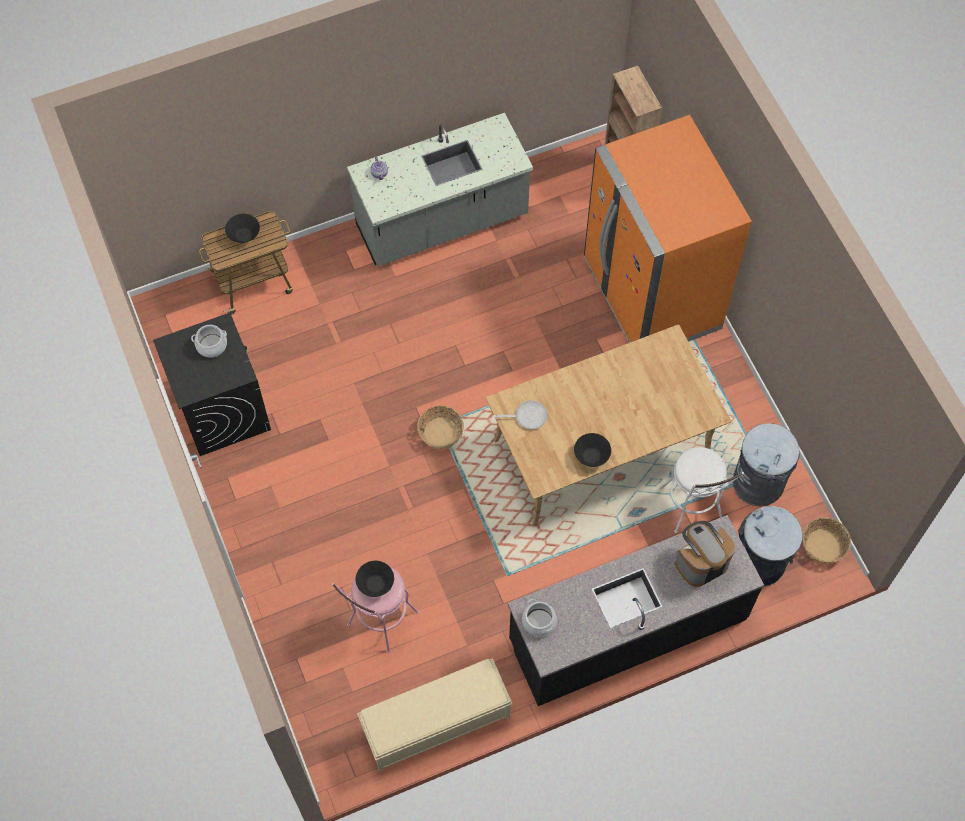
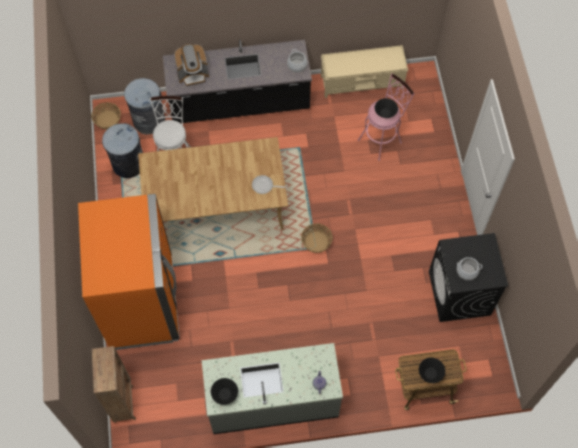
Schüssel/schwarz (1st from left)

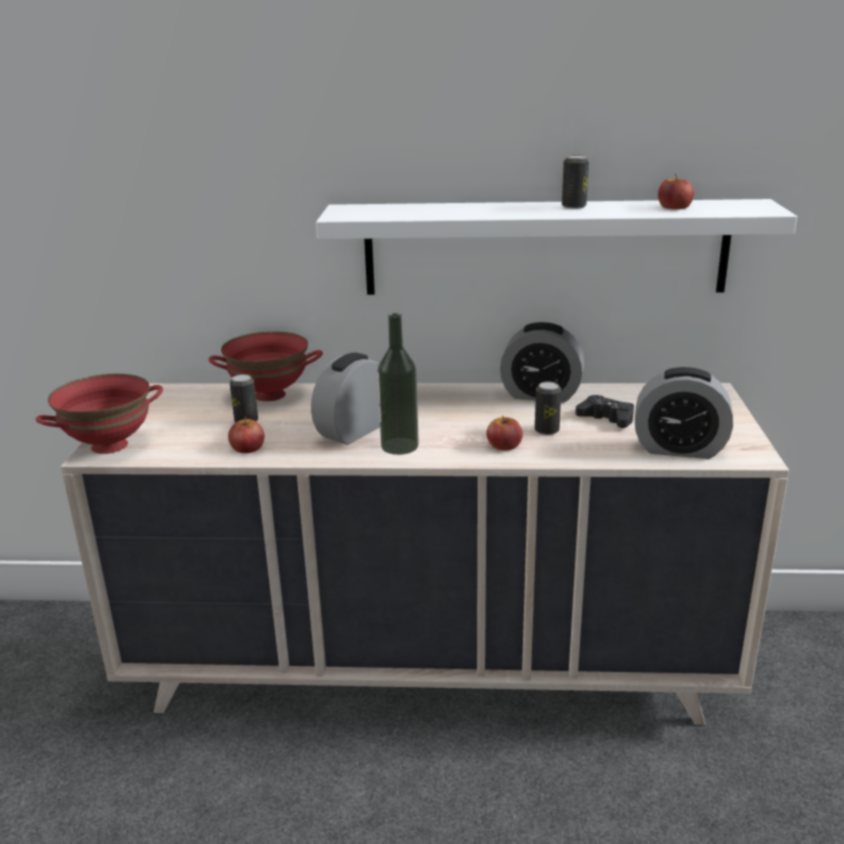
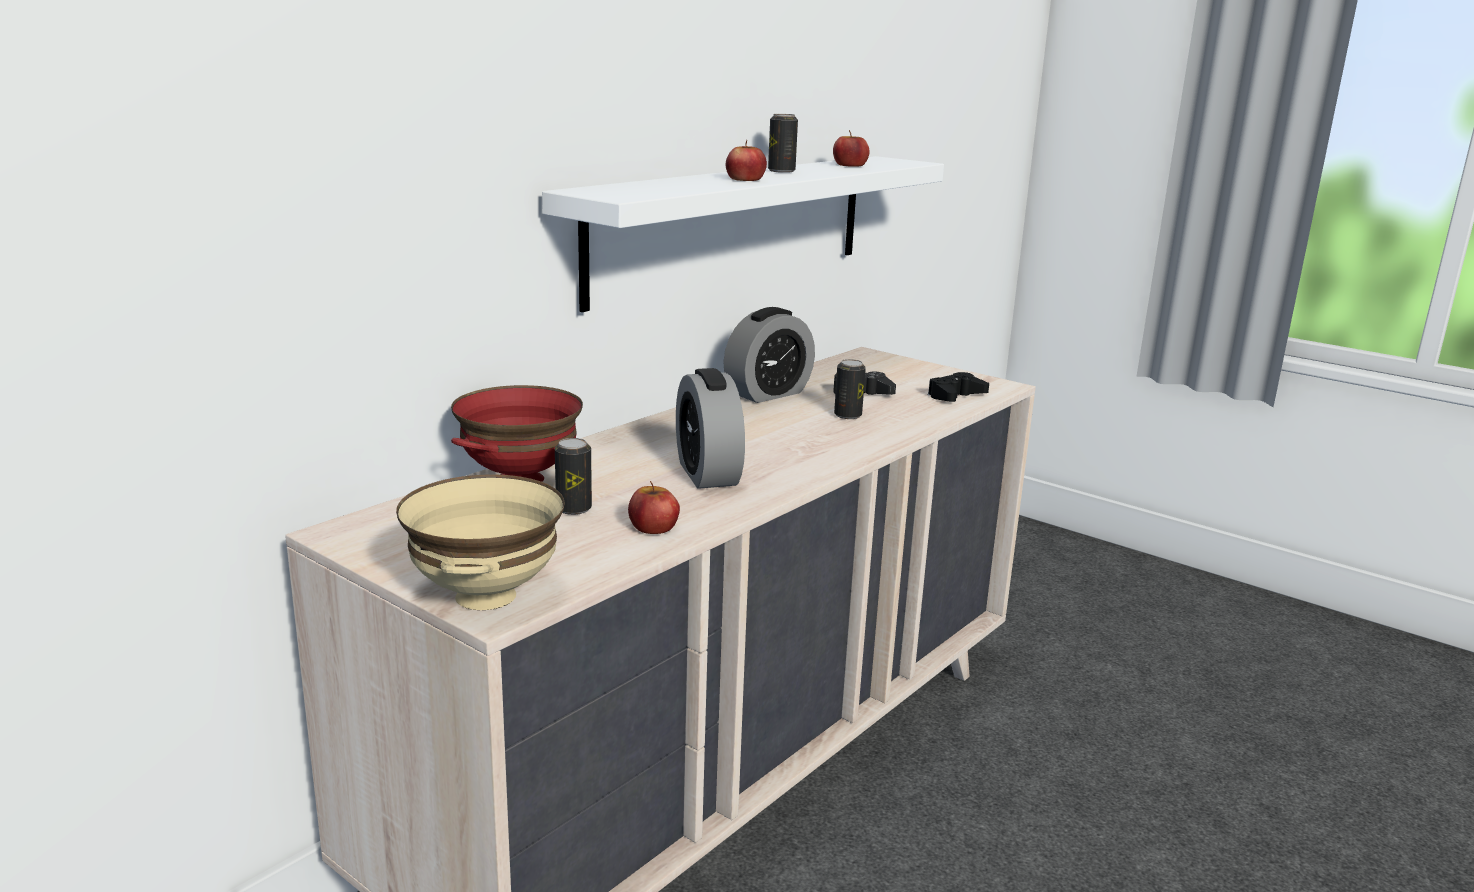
Flasche; Apfel (2nd from left); Gamepad/schwarz (2nd from left); Schüssel/beige

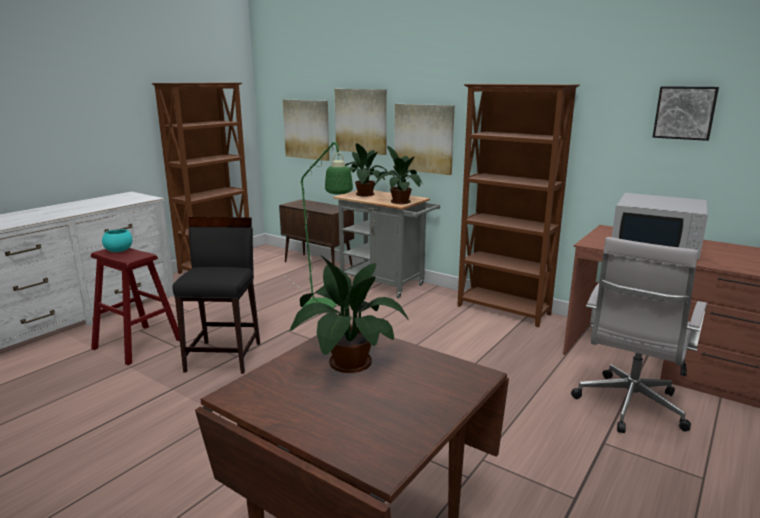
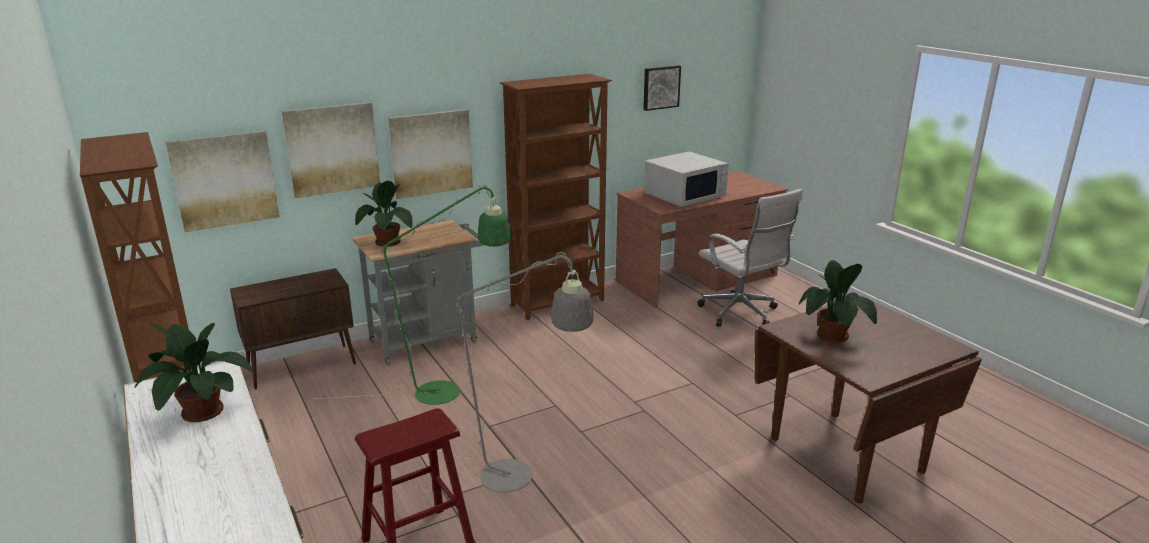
Schüssel/türkis; Topfpflanze (1st from left); Stehlampe/grau

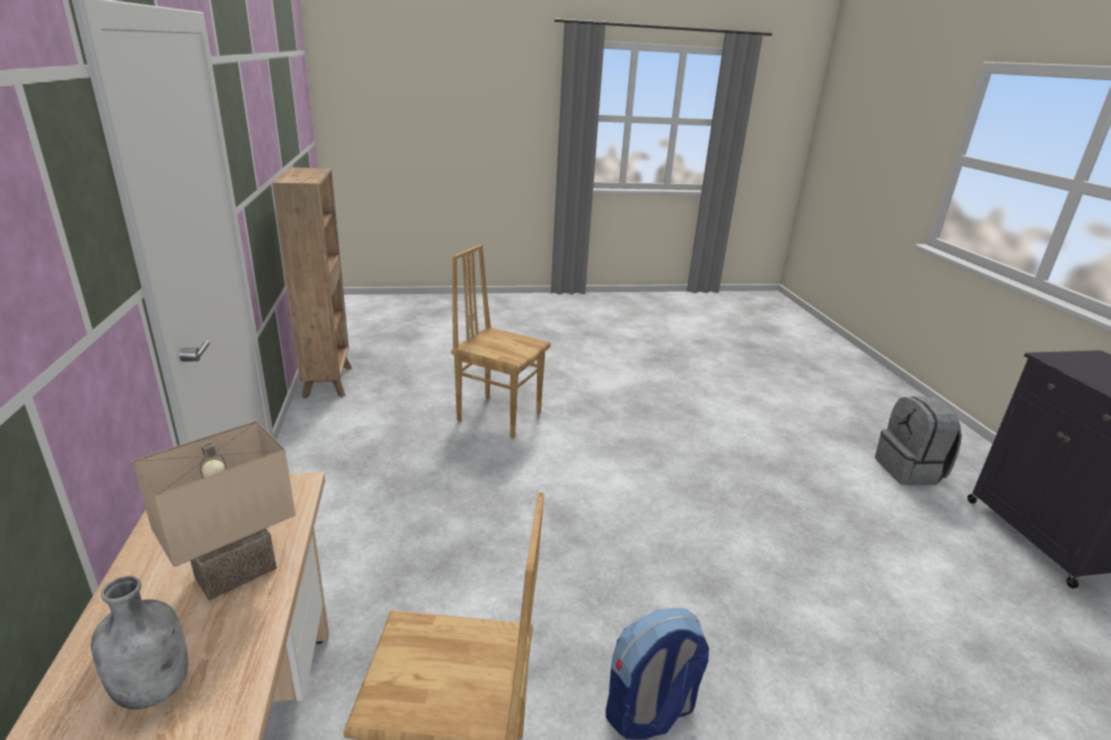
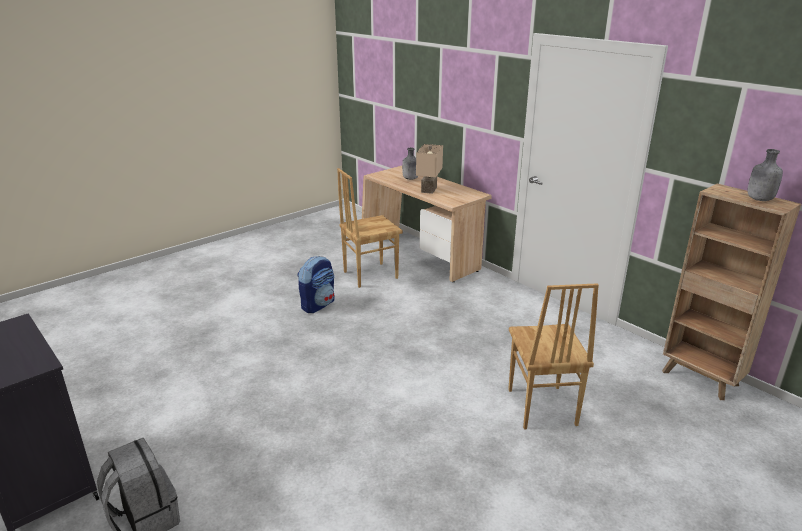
Flasche/grau (2nd from left); Stuhl/braun (2nd from left)

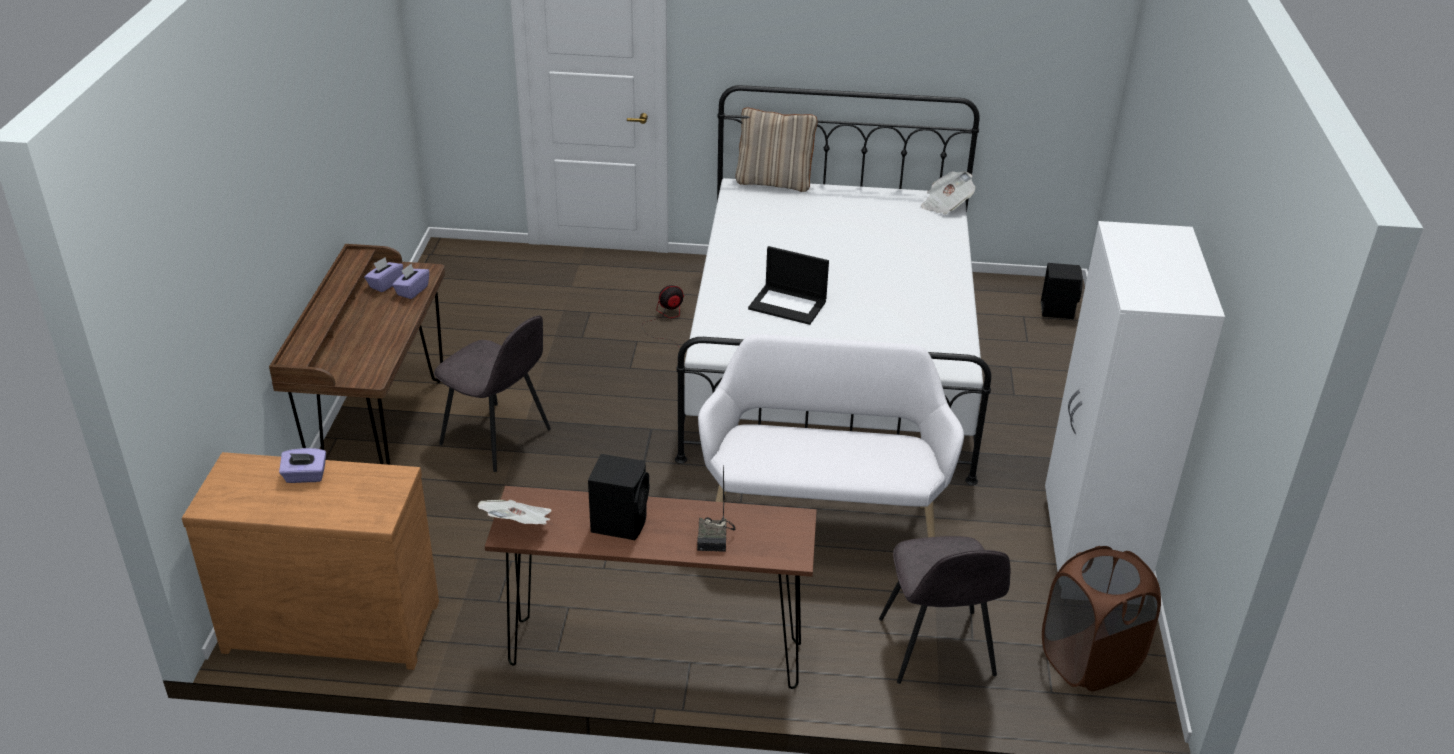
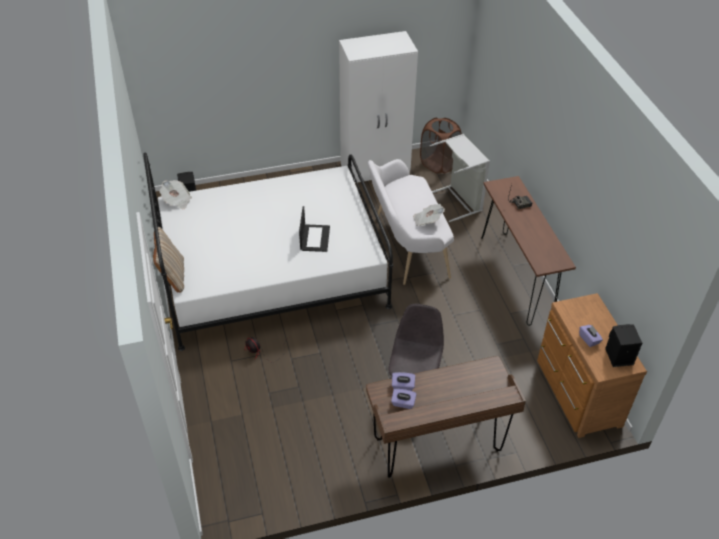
Zeitung (2nd from left); Lautsprecher/schwarz (2nd from left); Wäschekorb/grau

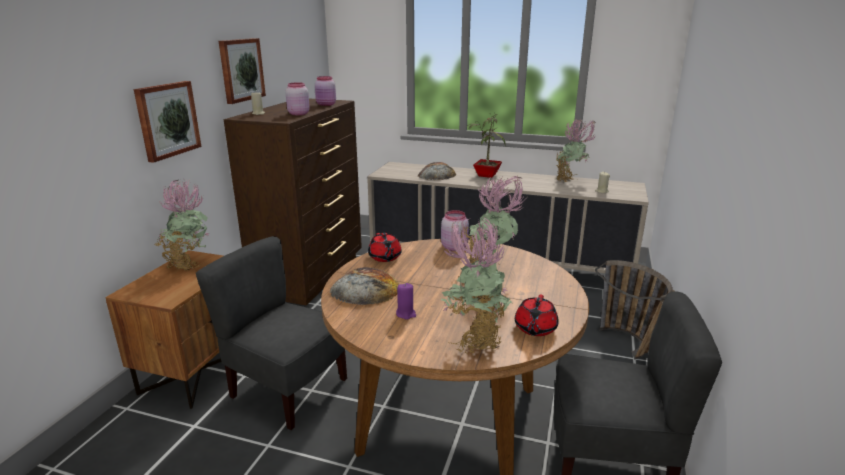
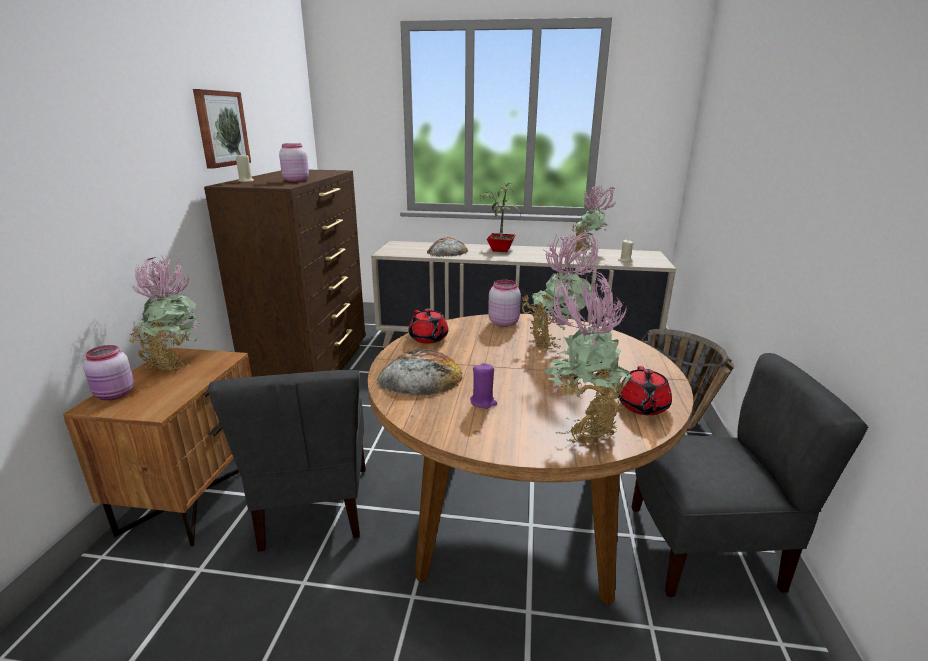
Bild (1st from left in the first image); Vorratsglas/rosa (1st from left); Stuhl/grau (1st from left)

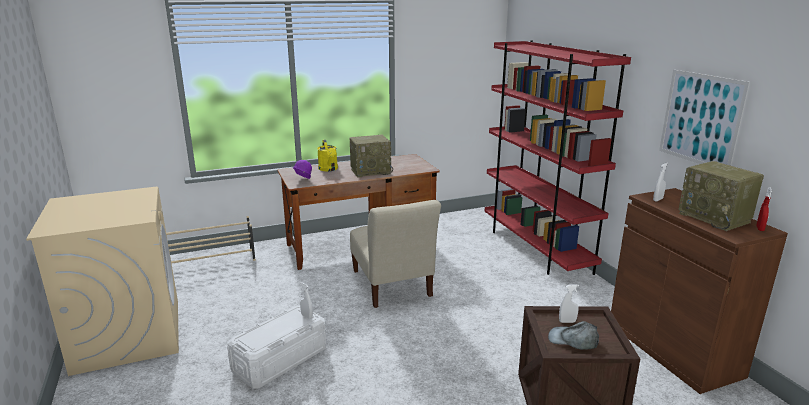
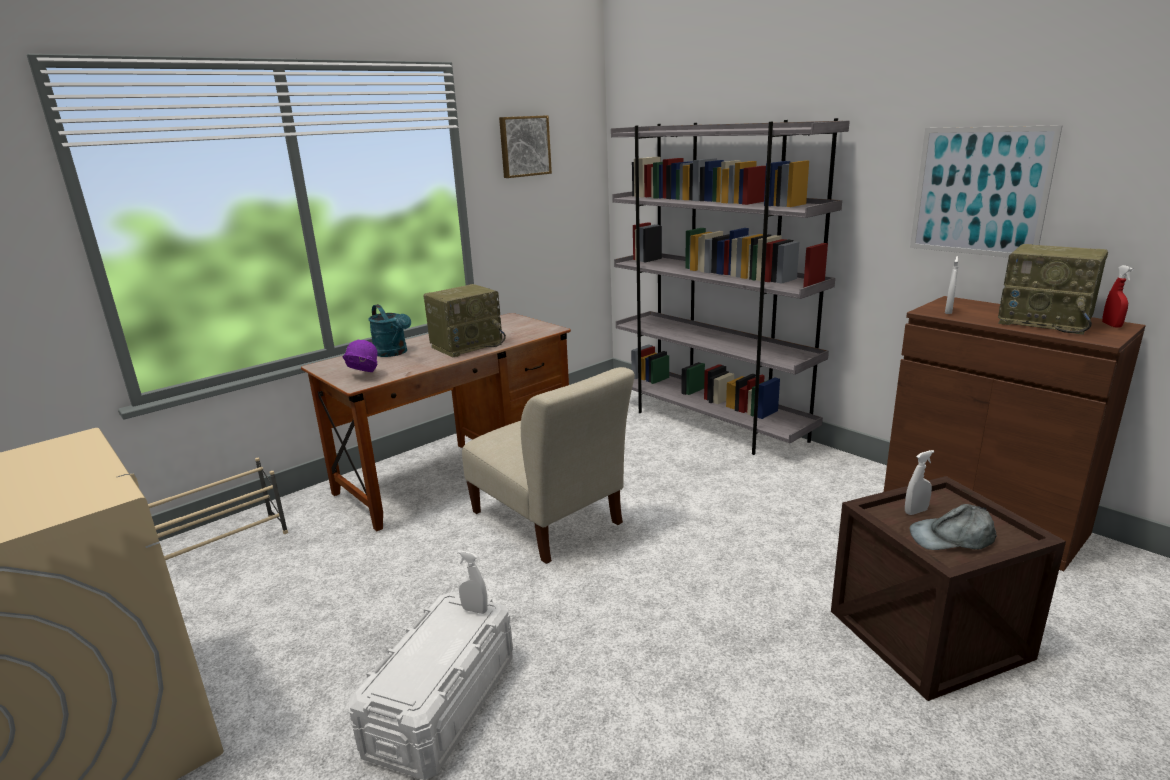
Bild (1st from left); Gießkanne/türkis; Bücherregal/grau

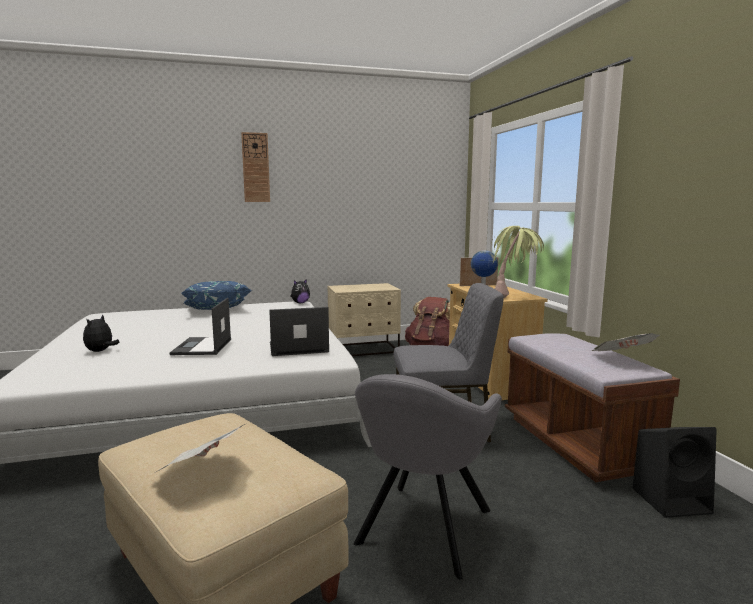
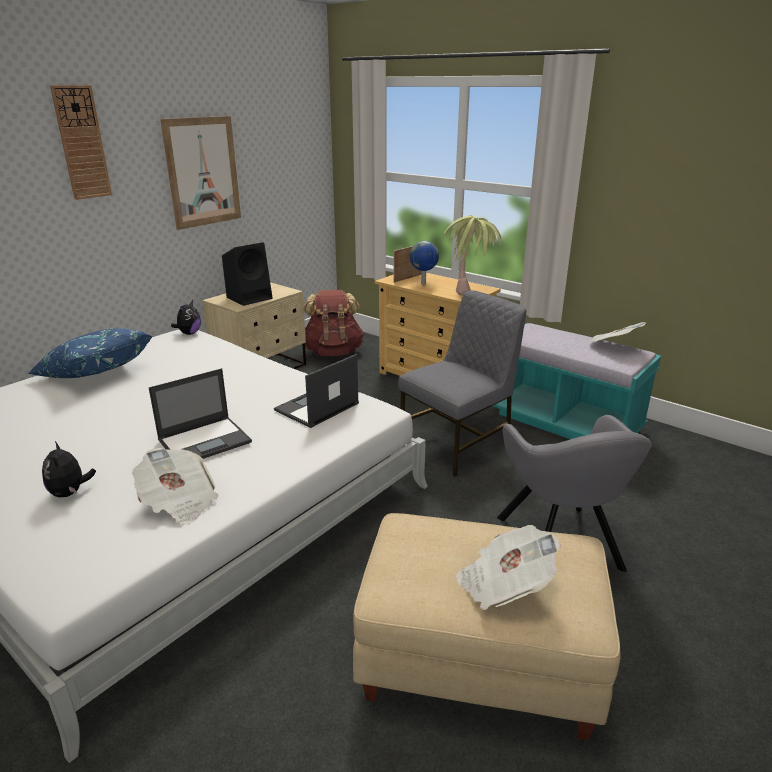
Zeitung (1st from left); Bild; Lautsprecher/schwarz; Bank/türkis; Laptop (1st from left)

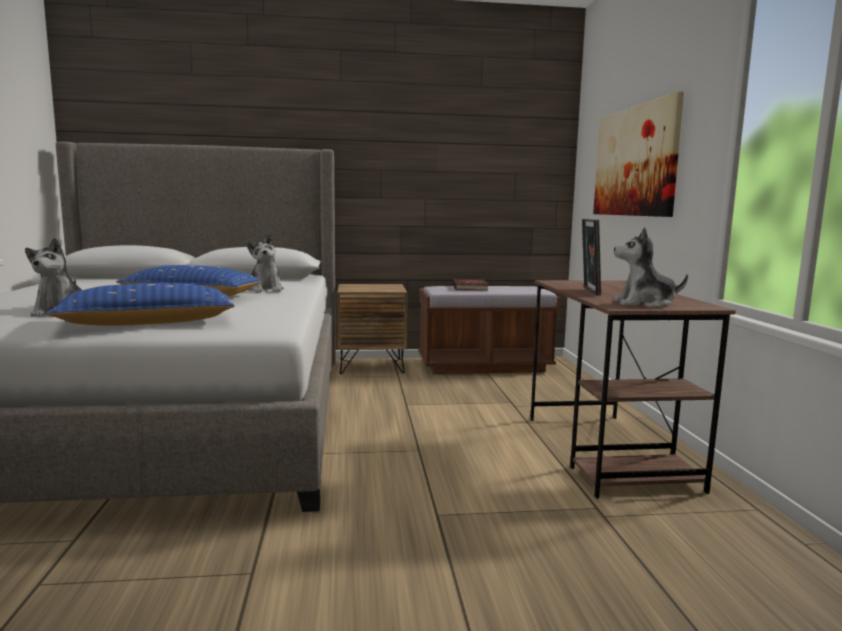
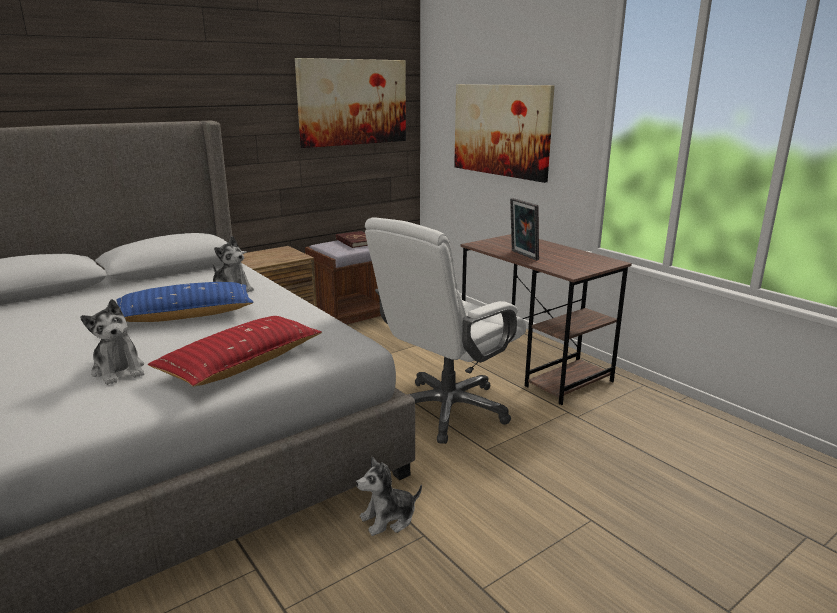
Bild (1st from left); Bürostuhl/weiß; Plüschtier (3rd from left); Kissen/rot

